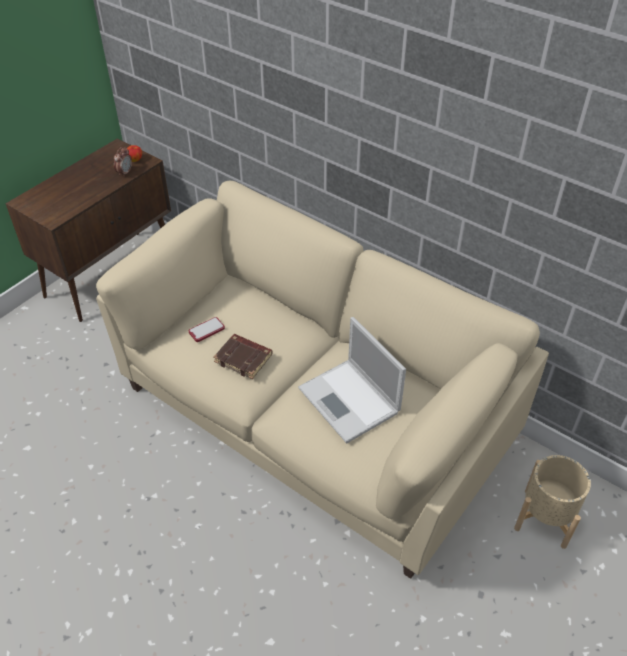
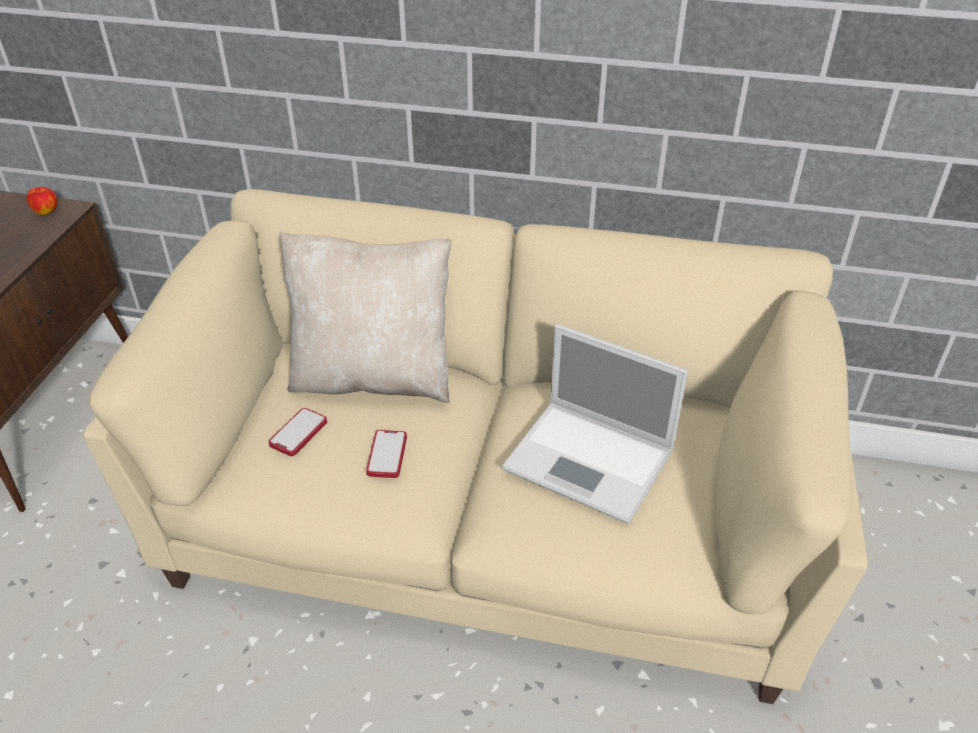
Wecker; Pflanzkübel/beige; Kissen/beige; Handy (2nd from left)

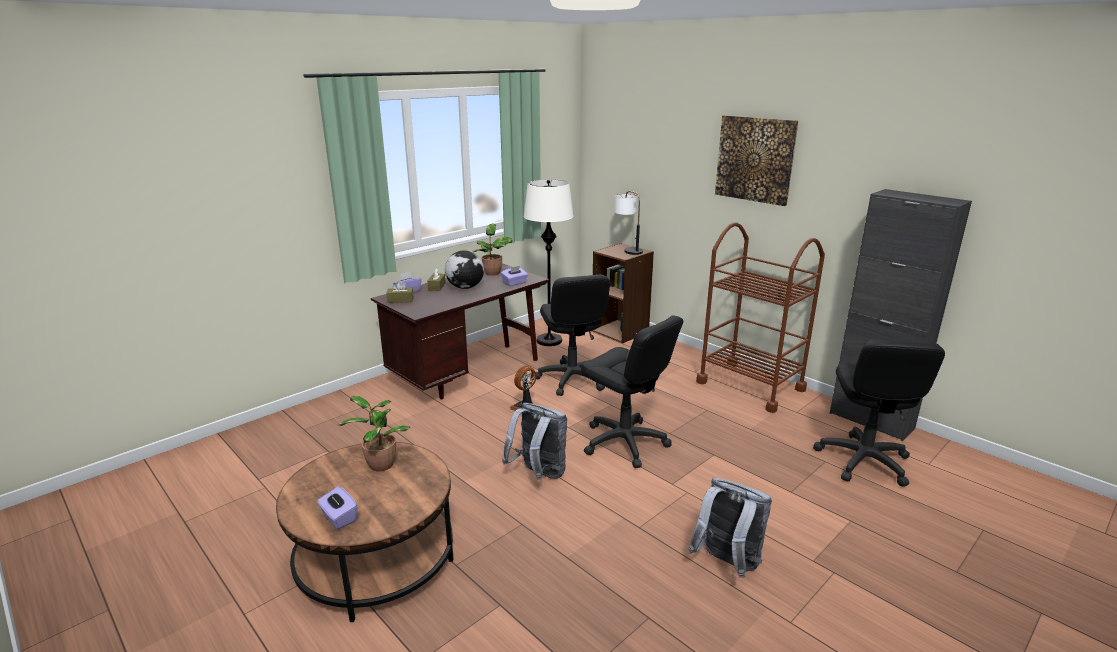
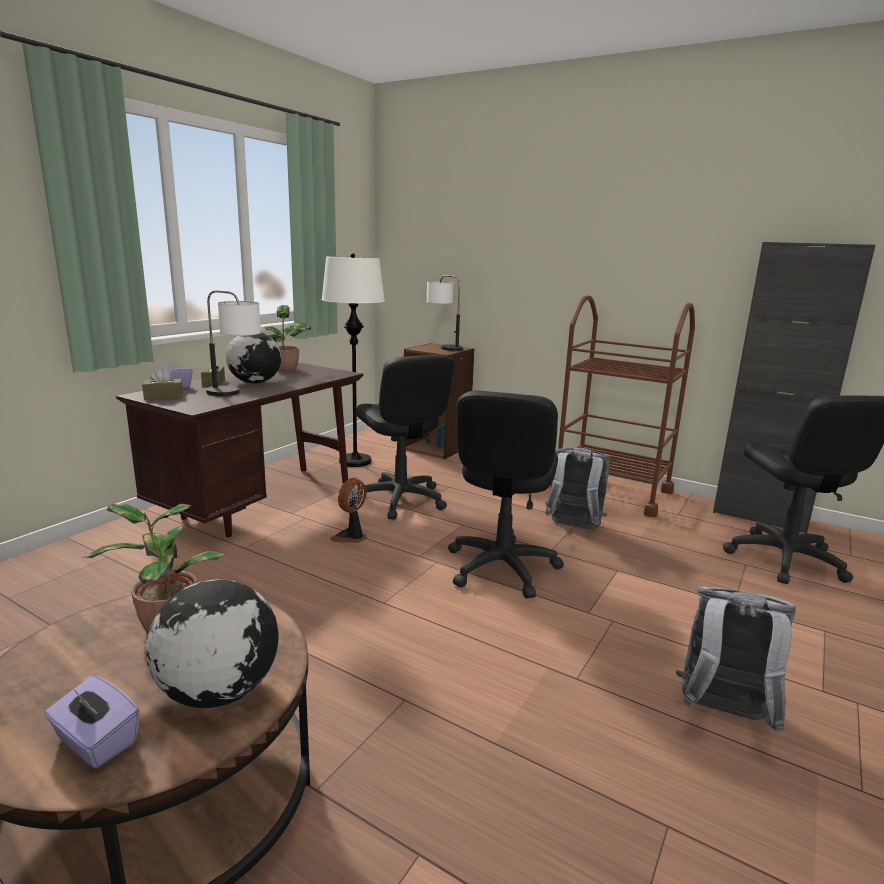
Taschentuchbox/lila (3rd from left in the first image); Bild; Globus (1st from left); Tischlampe (1st from left); Rucksack/grau (1st from left); Bürostuhl/schwarz (2nd from left)

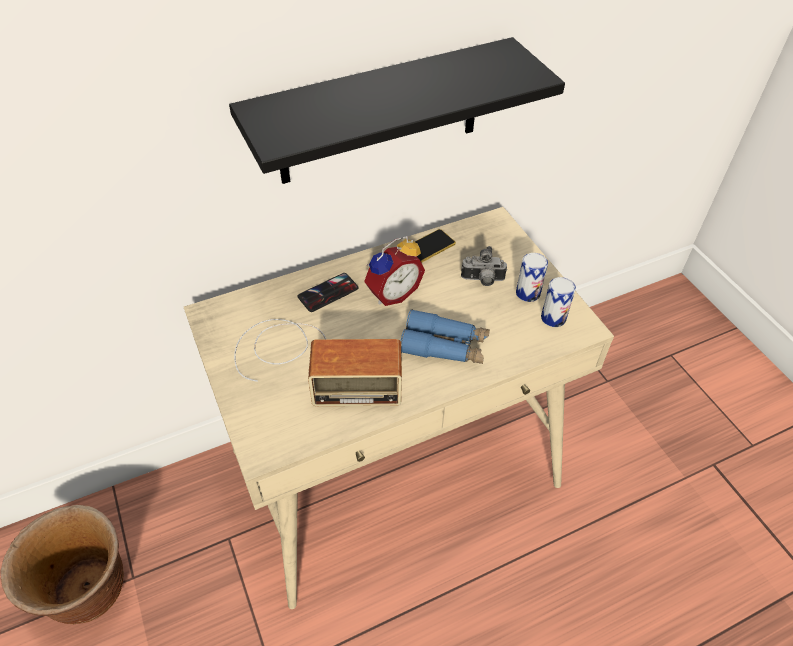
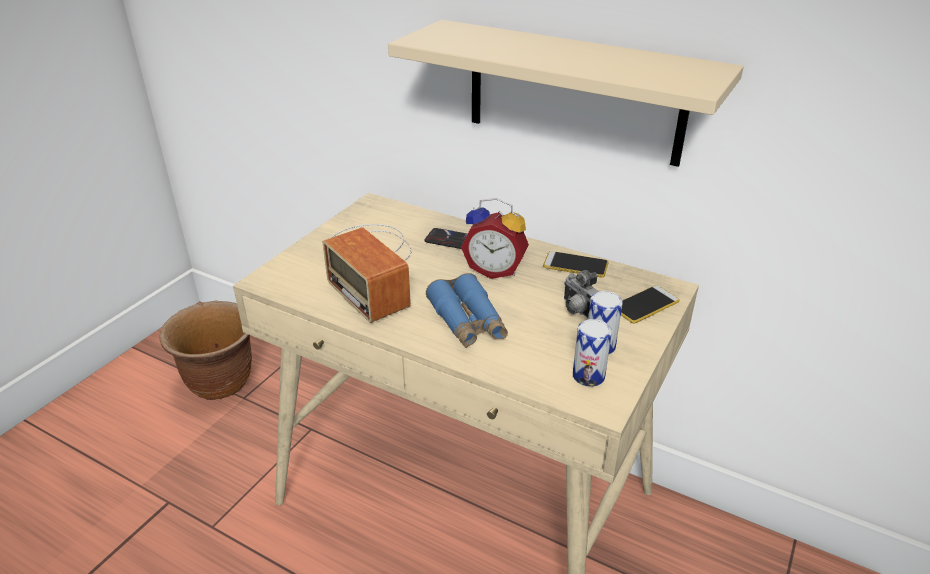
Handy (3rd from left); Wandregal/beige

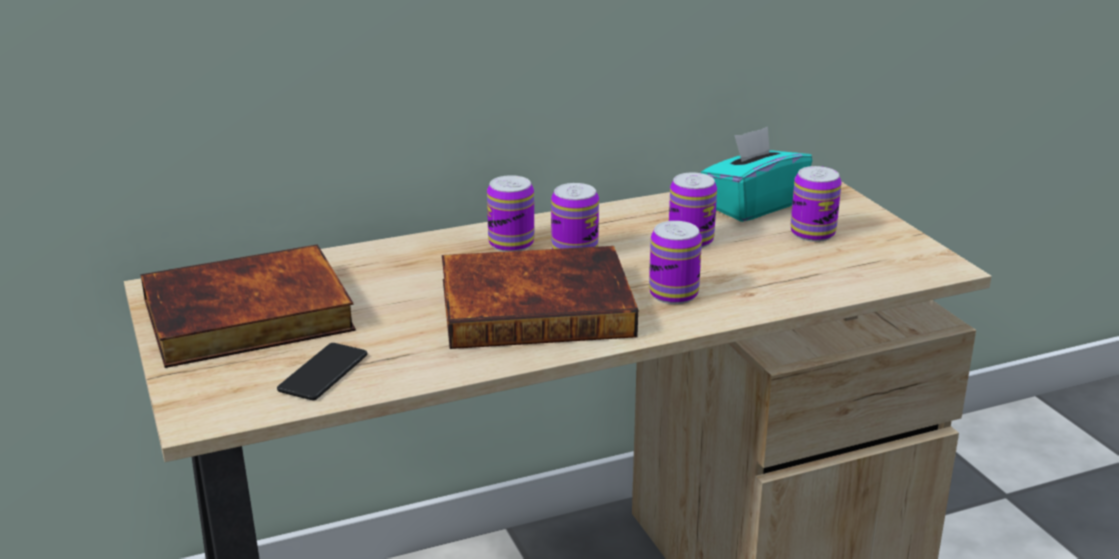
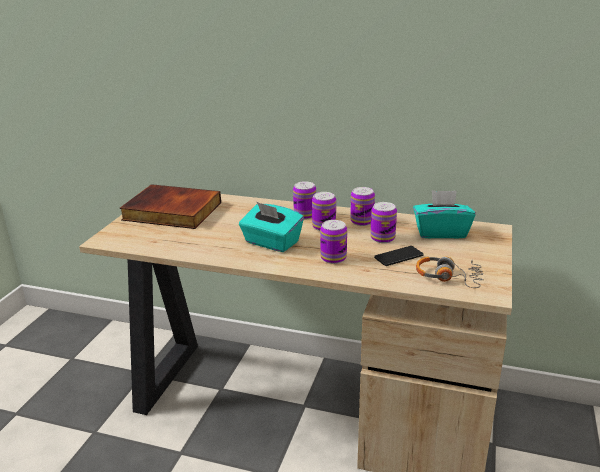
Kopfhörer; Handy; Dose (4th from left); Taschentuchbox/türkis (1st from left)

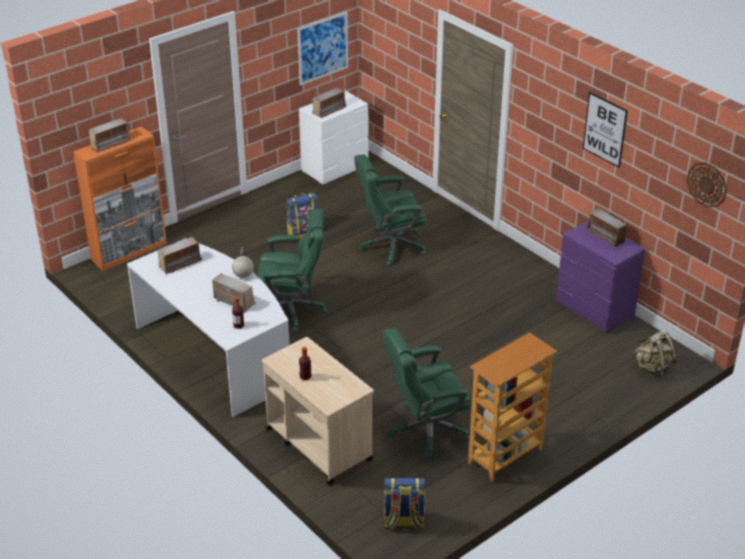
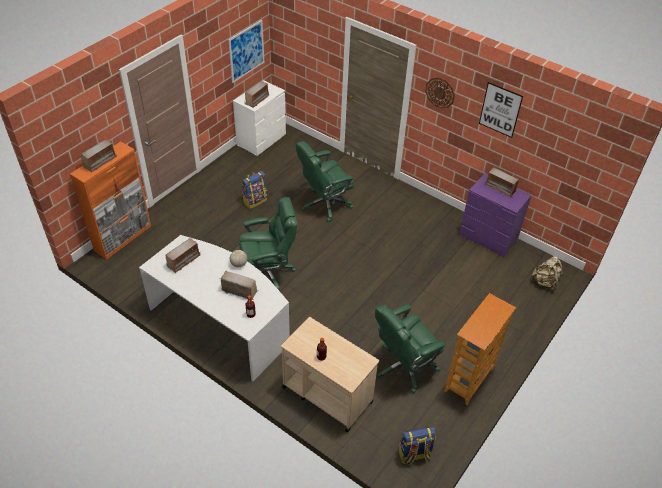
Wanduhr

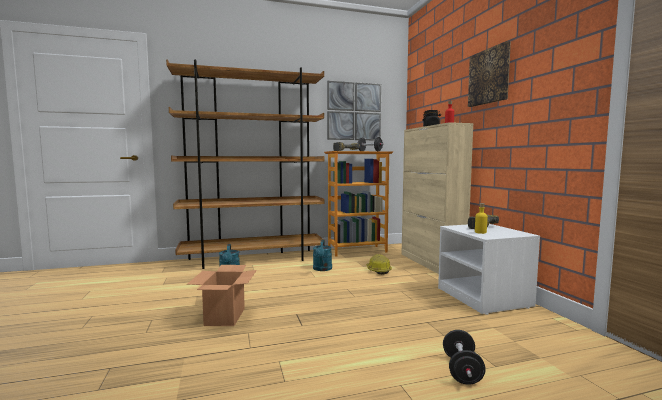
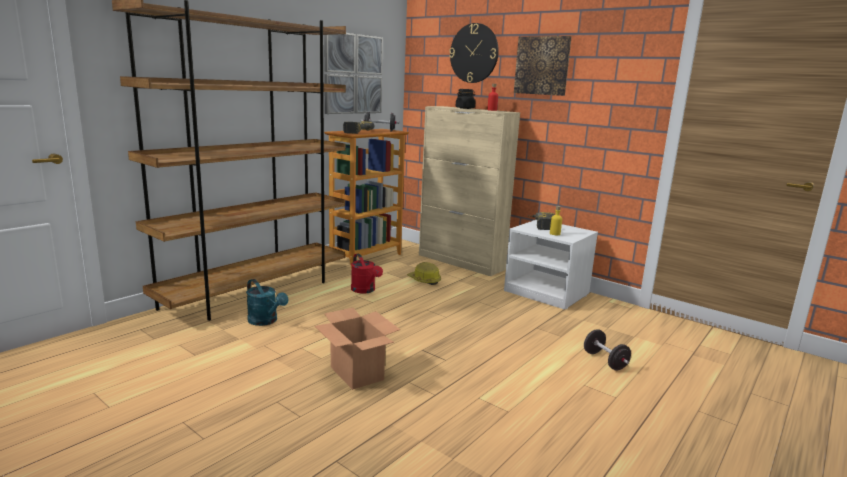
Wanduhr; Gießkanne/rot

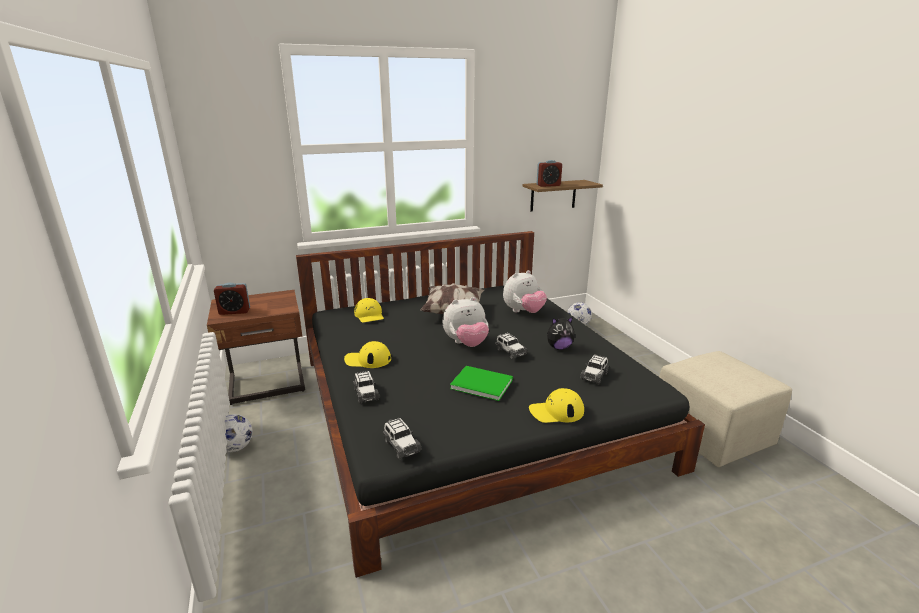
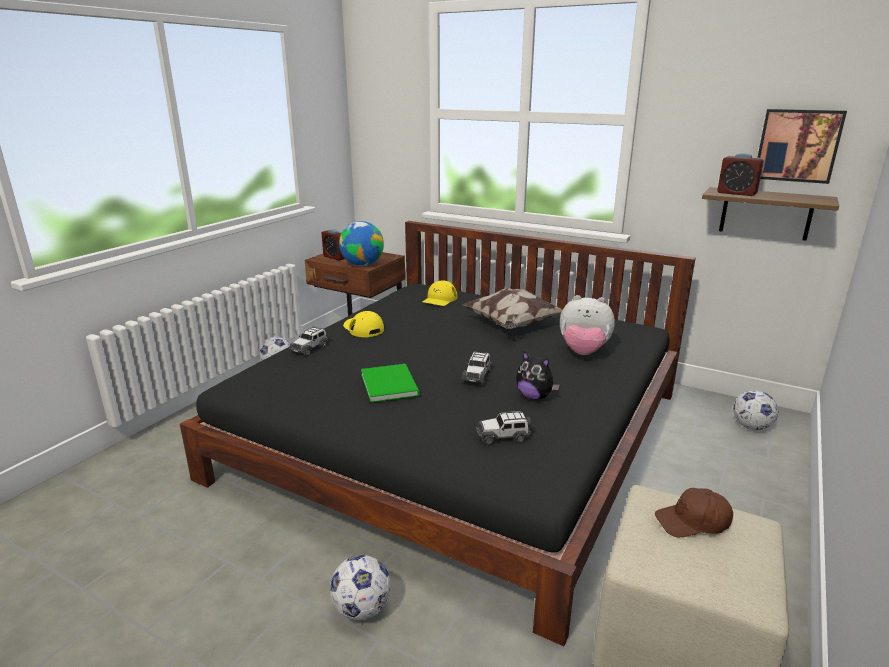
Spielzeugauto (2nd from left in the first image); Plüschtier (1st from left in the first image); Kappe/gelb (3rd from left in the first image); Fußball (2nd from left); Globus; Kappe/braun; Bild

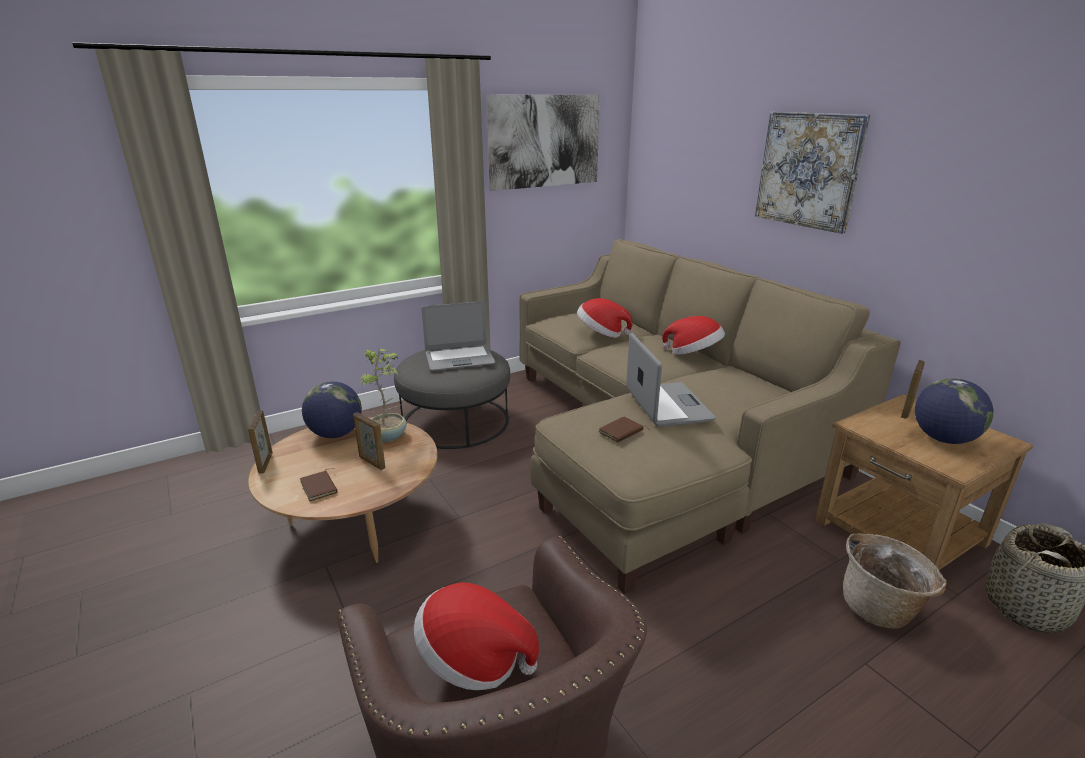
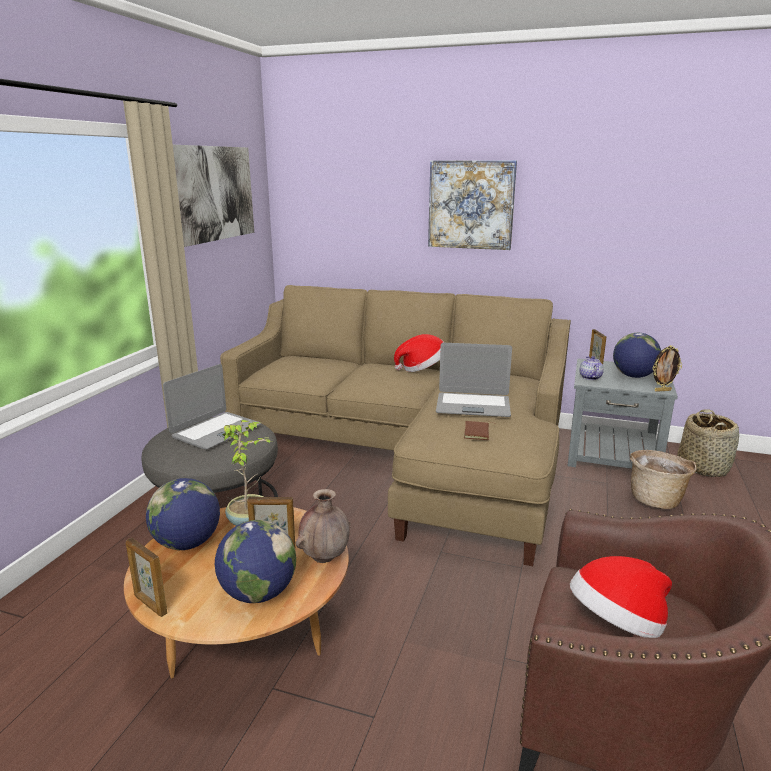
Hut (2nd from left in the first image); Vase/braun; Teekanne; Bilderrahmen (4th from left); Globus (2nd from left); Beistelltisch/grau; Laptop (2nd from left)

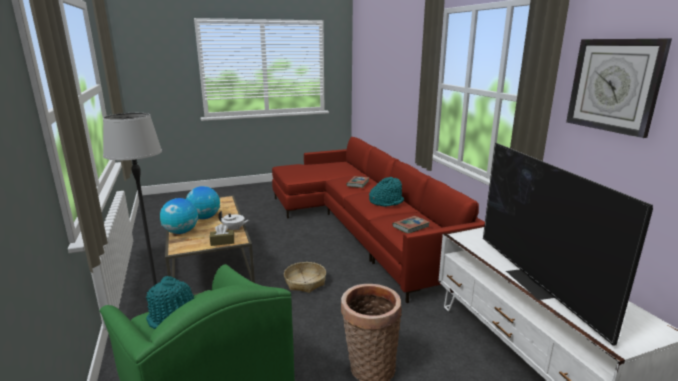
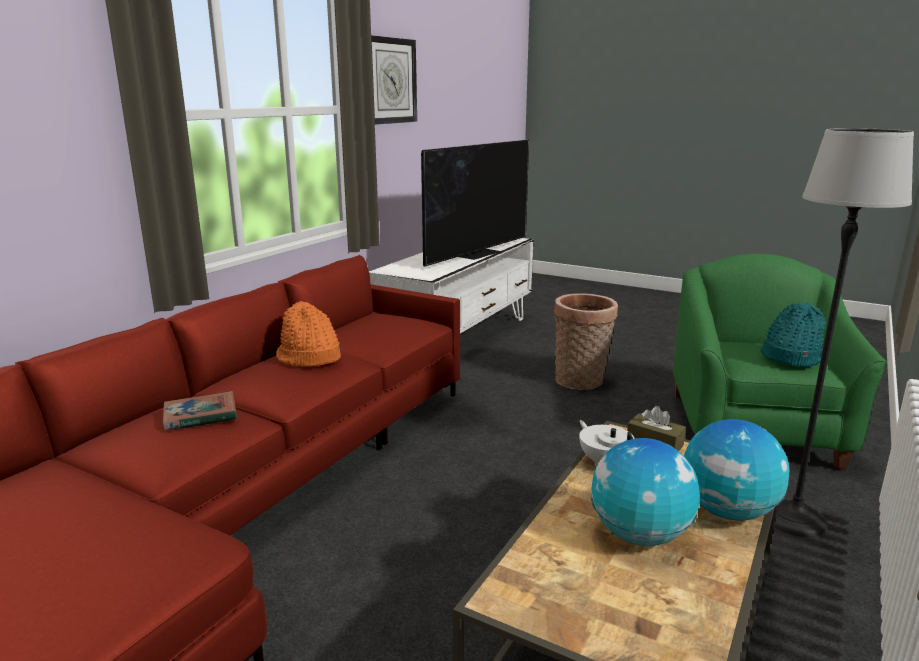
Korb (1st from left in the first image); Buch (2nd from left in the first image); Hut/orange

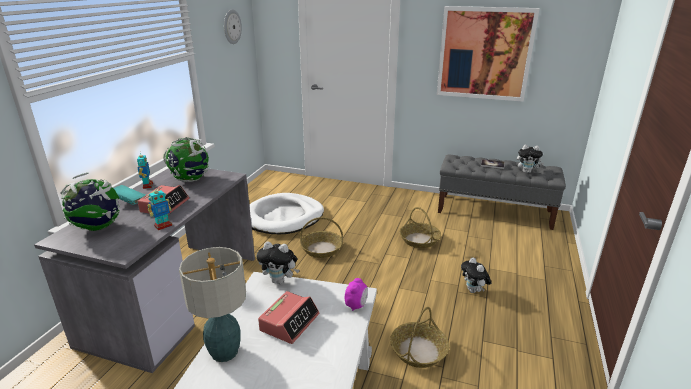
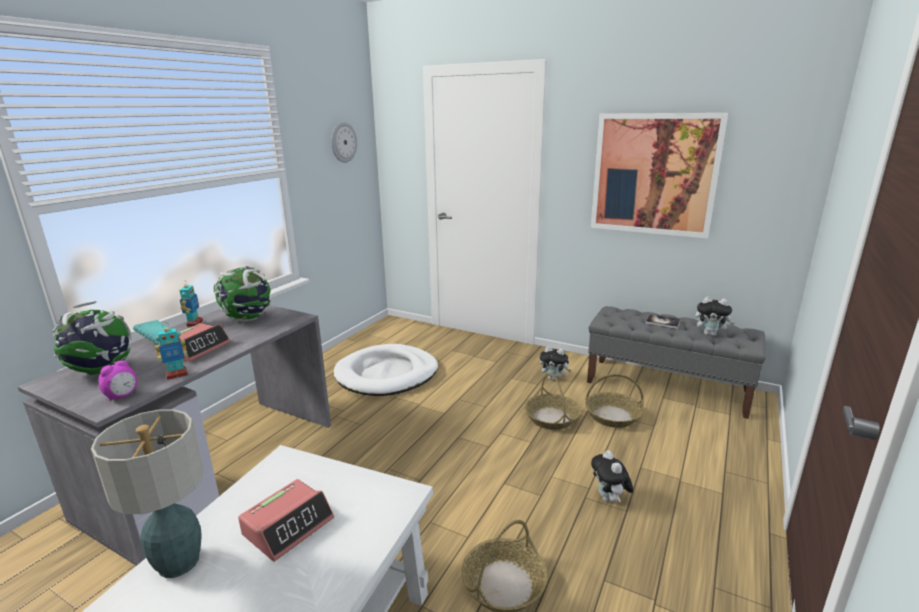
Plüschtier (1st from left); Korb (3rd from left); Wecker (1st from left)

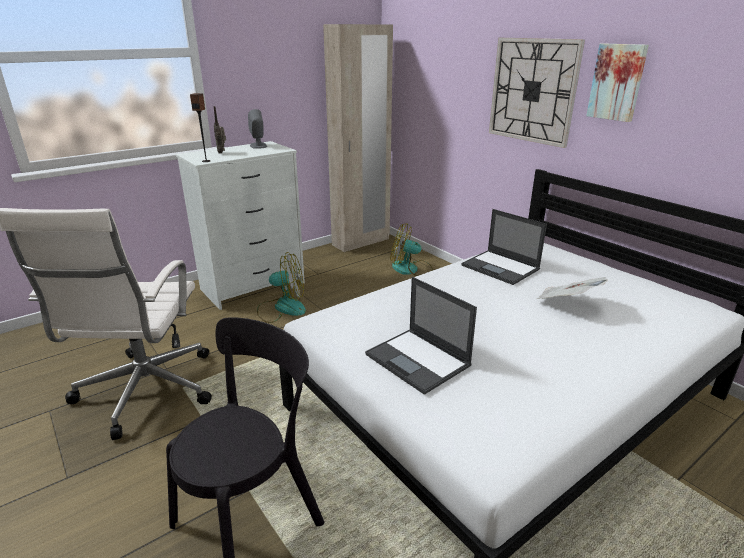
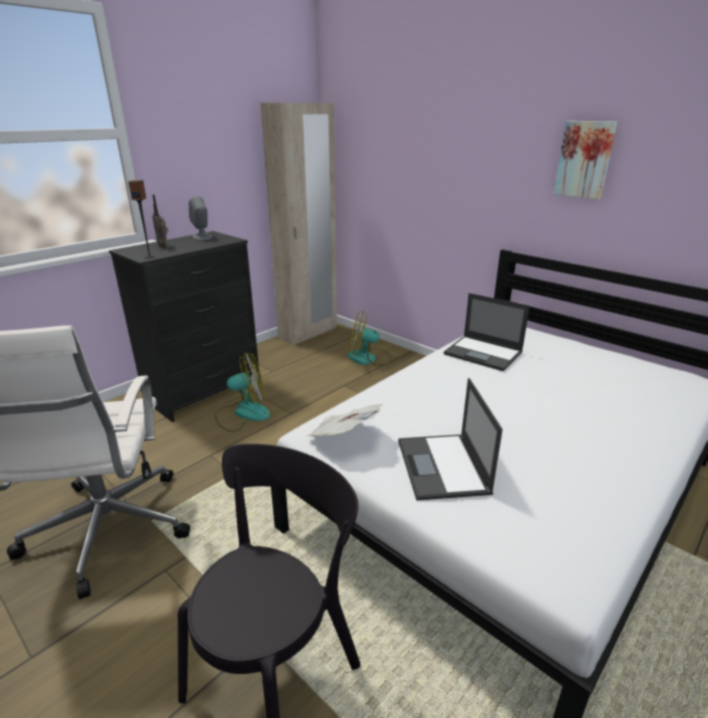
Wanduhr; Zeitung; Kommode/schwarz; Laptop (1st from left)

